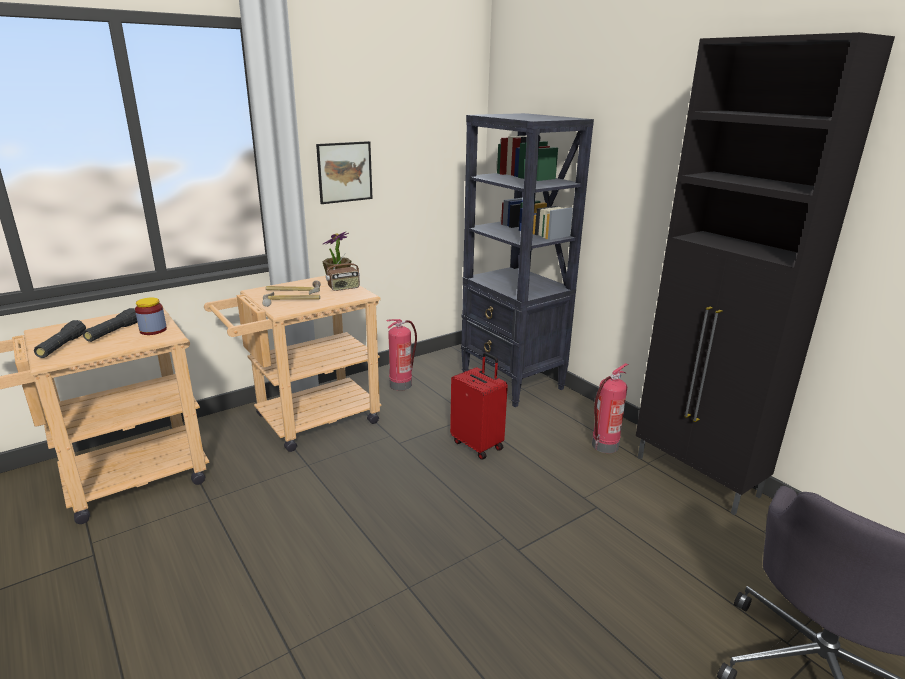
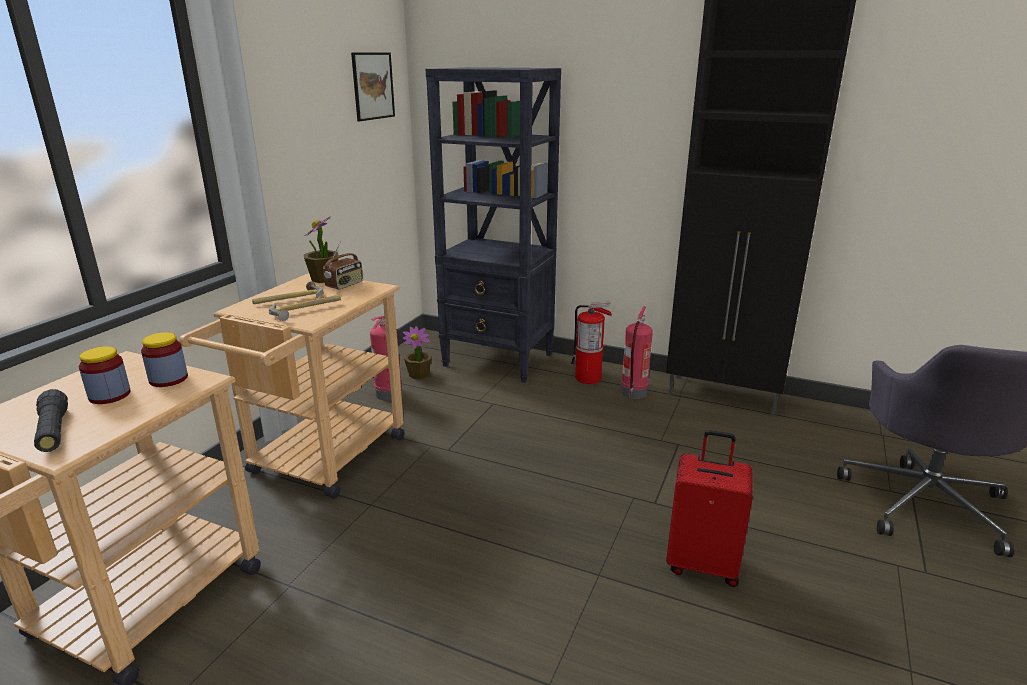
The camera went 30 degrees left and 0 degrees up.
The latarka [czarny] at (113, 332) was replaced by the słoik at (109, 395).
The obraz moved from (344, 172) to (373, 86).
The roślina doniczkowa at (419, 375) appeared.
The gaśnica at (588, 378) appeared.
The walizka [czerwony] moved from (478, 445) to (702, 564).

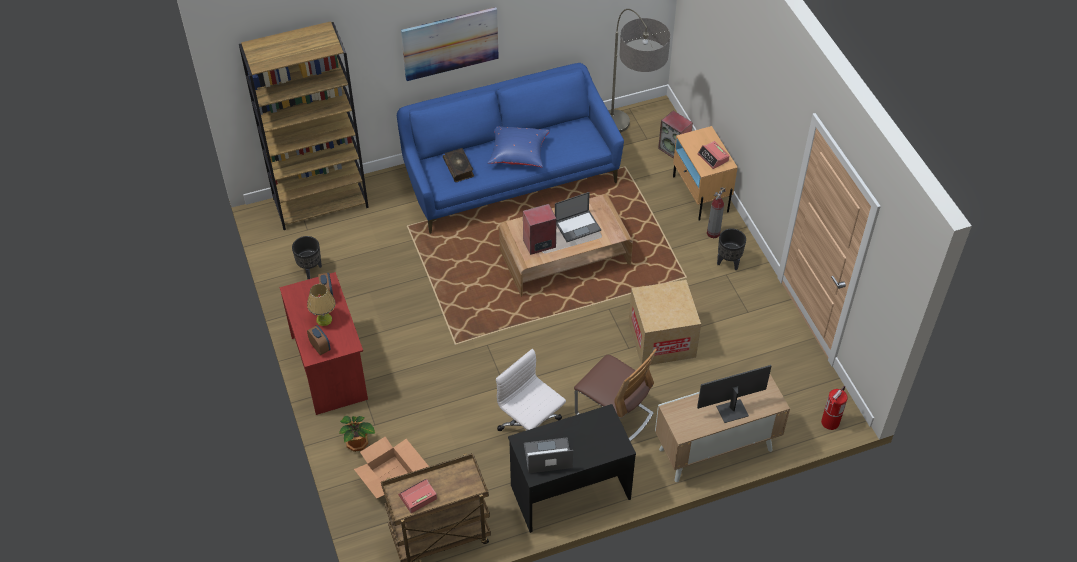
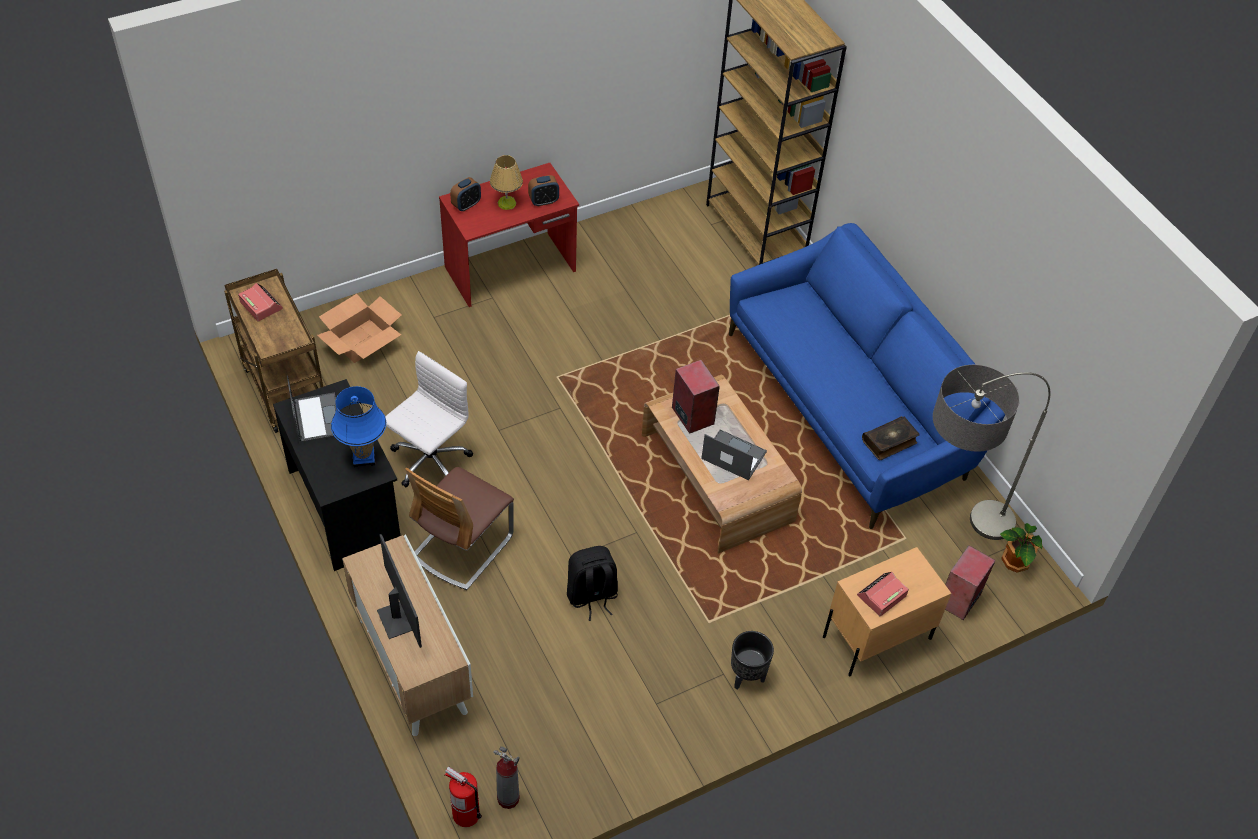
The camera went 80 degrees right and 0 degrees up.
The lampa stołowa [niebieski] at (363, 457) appeared.
The gaśnica moved from (713, 233) to (508, 798).
The karton at (661, 339) was replaced by the plecak [czarny] at (591, 596).
The laptop at (578, 226) turned 150 degrees clockwise.
The książka moved from (459, 168) to (889, 442).
The roślina doniczkowa moved from (357, 443) to (1014, 562).
The donica [czarny] at (310, 270) disappeared.
The obraz at (450, 43) disappeared.
The poduszka [niebieski] at (518, 154) disappeared.

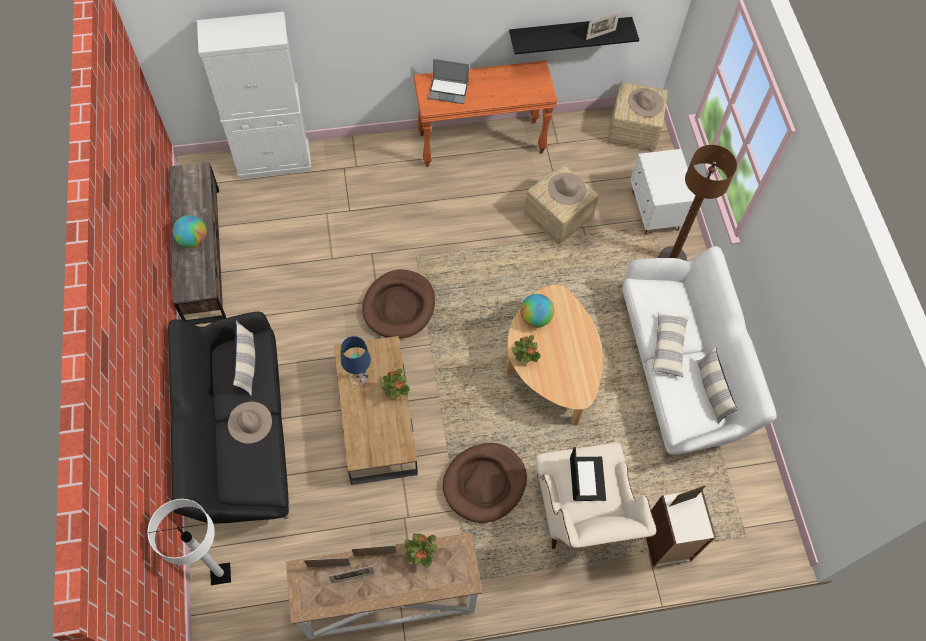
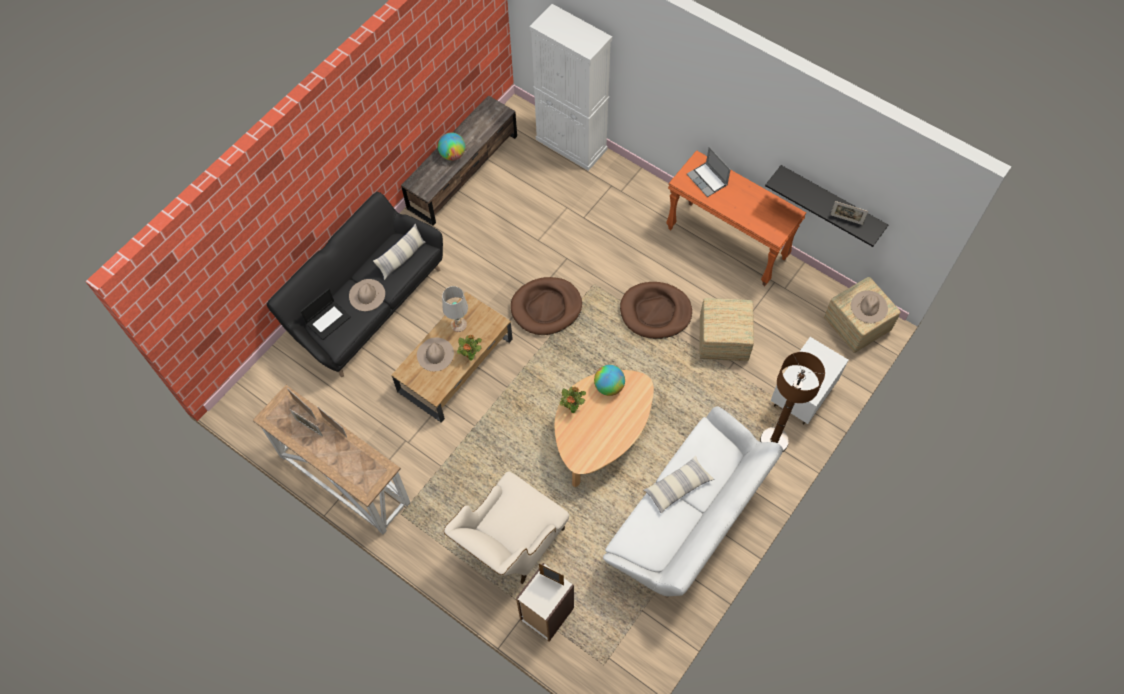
The camera went 50 degrees right and 0 degrees up.
The laptop moved from (586, 478) to (328, 320).
The kapelusz [beżowy] moved from (566, 188) to (435, 354).
The lampa stołowa [niebieski] at (359, 377) became the lampa stołowa [biały] at (458, 325).
The legowisko [brązowy] moved from (484, 483) to (655, 312).
The lampa stojąca [biały] at (220, 574) disappeared.
The roślina doniczkowa at (421, 554) disappeared.
The poduszka at (712, 390) disappeared.

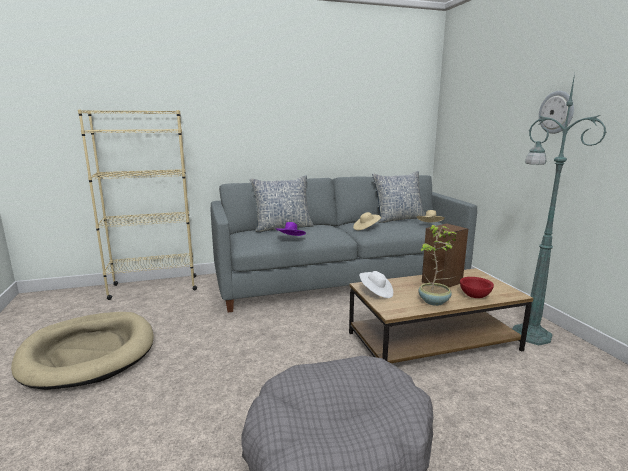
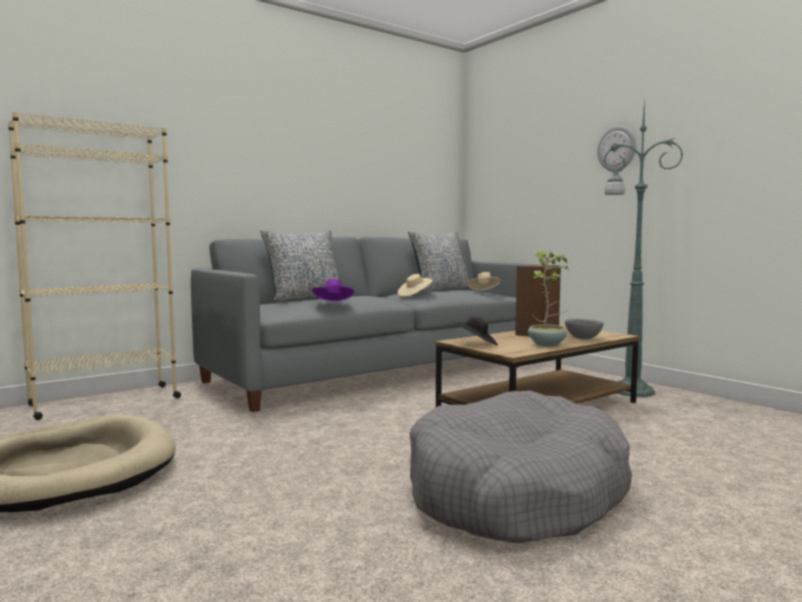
The camera went 20 degrees left and 10 degrees down.
The kapelusz [biały] at (376, 293) became the kapelusz [czarny] at (476, 344).
The miska [czerwony] at (474, 296) became the miska [szary] at (583, 338).

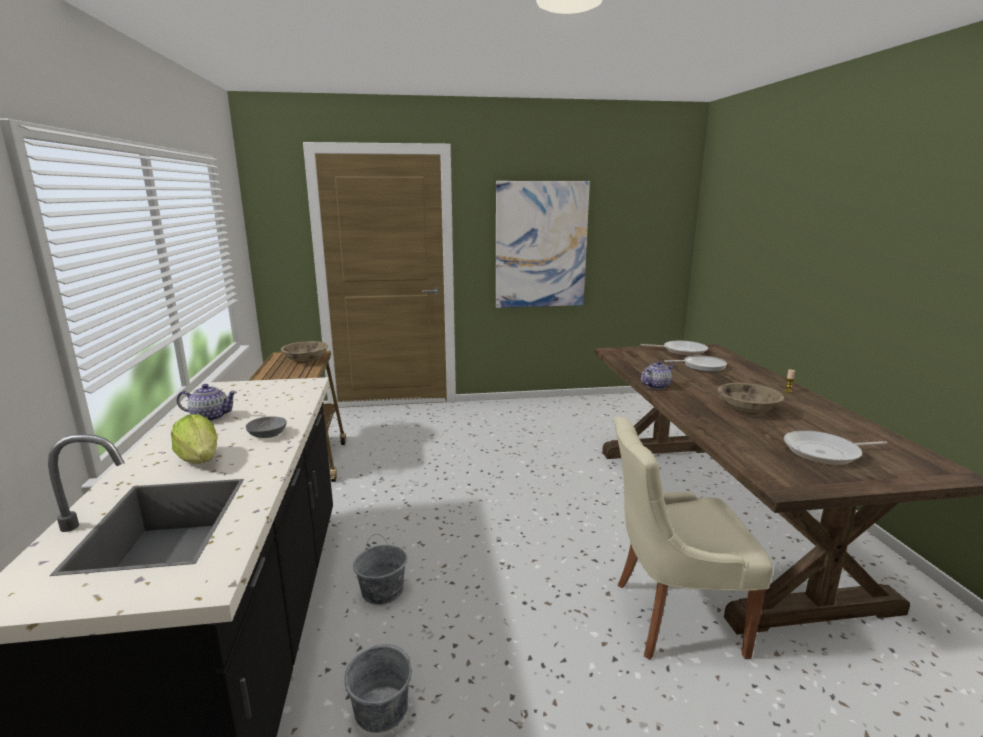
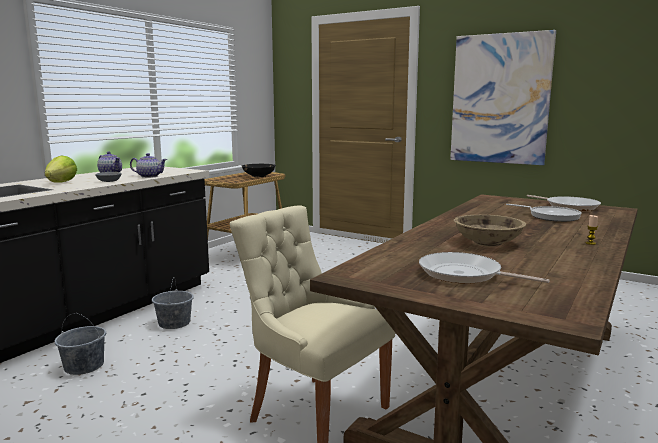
The camera went 40 degrees right and 5 degrees down.
The imbryk moved from (656, 386) to (149, 176).
The miska [beżowy] at (306, 360) became the miska [czarny] at (258, 176).

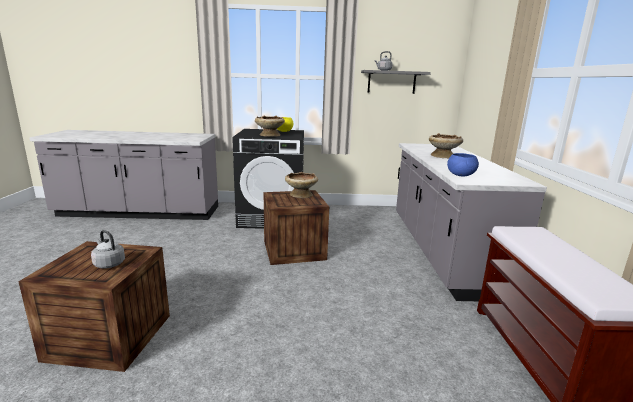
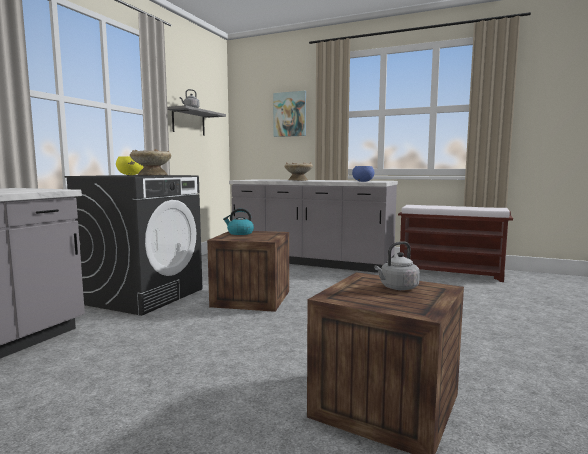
The camera went 65 degrees left and 10 degrees down.
The miska [beżowy] at (301, 194) was replaced by the czajnik at (240, 233).
The obraz at (290, 114) appeared.

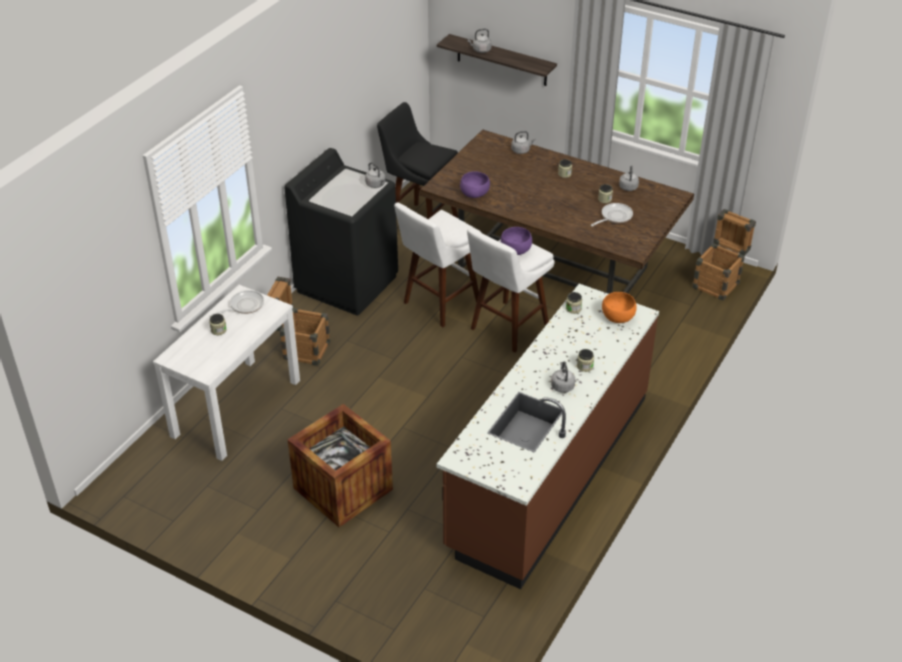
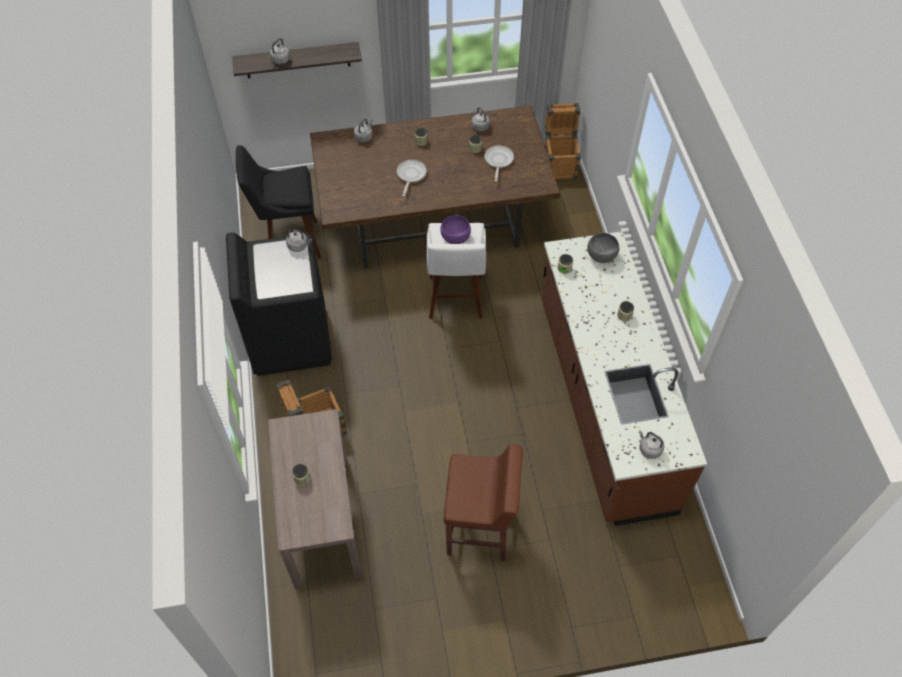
The camera went 40 degrees left and 15 degrees up.
The stolik konsolowy [biały] at (236, 407) became the stolik konsolowy [brązowy] at (321, 520).
The patelnia moved from (244, 306) to (410, 175).
The skrzynka at (343, 488) was replaced by the stołek [brązowy] at (480, 529).
The miska [pomarańczowy] at (618, 317) became the miska [szary] at (601, 255).
The czajnik [szary] moved from (562, 385) to (649, 449).
The stołek [biały] at (438, 304) disappeared.
The miska [fioletowy] at (474, 194) disappeared.

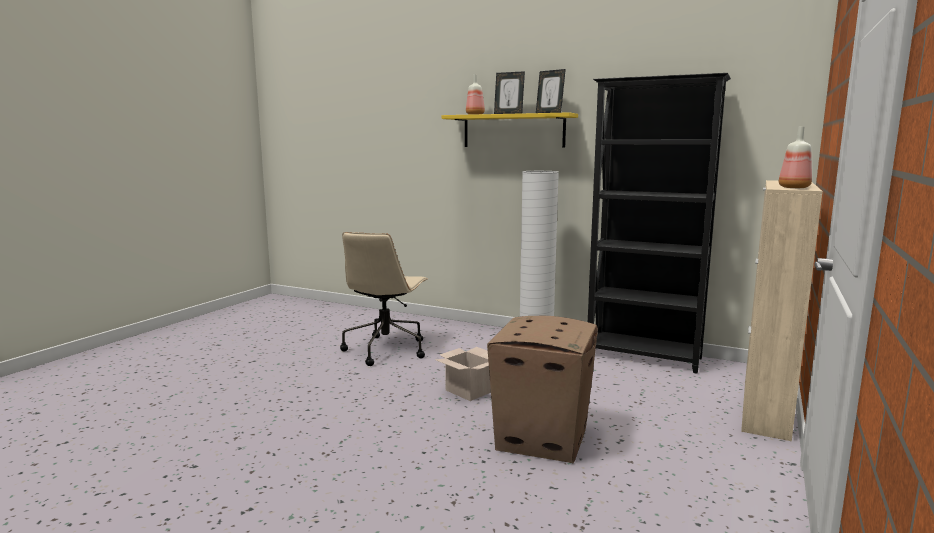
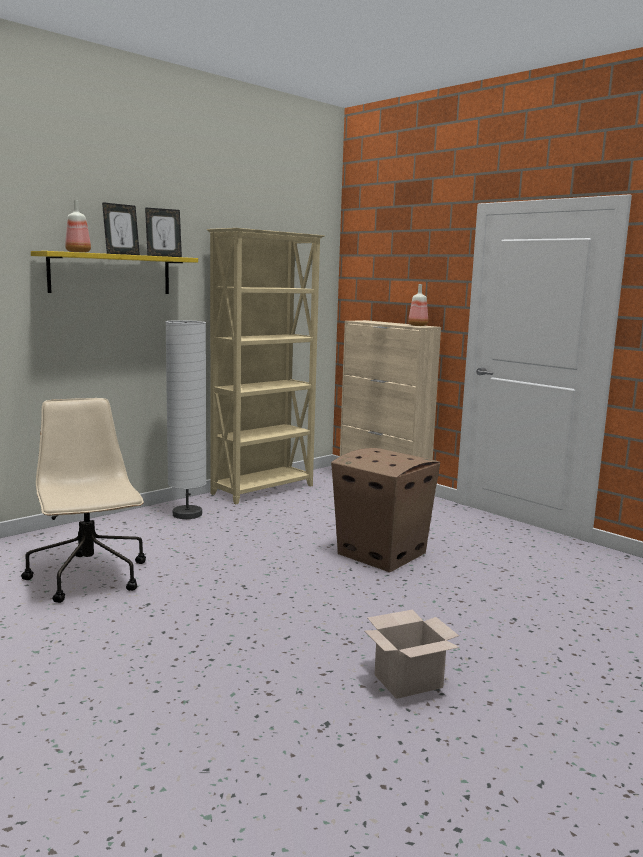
The camera went 70 degrees left and 0 degrees up.
The krzesło biurowe [beżowy] at (386, 349) turned 150 degrees counterclockwise.
The regał [czarny] at (644, 357) became the regał [beżowy] at (264, 490).
The karton moved from (469, 391) to (409, 680).

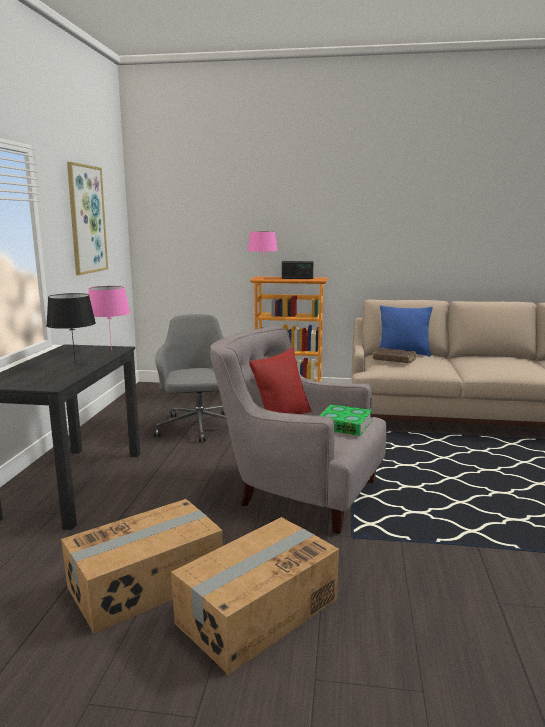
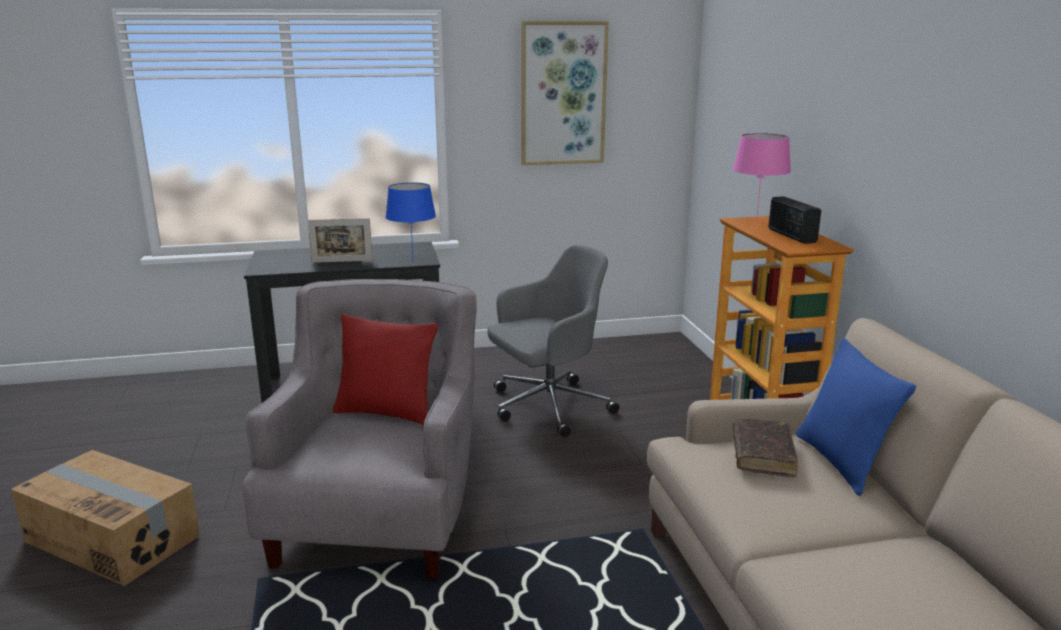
The camera went 70 degrees right and 5 degrees up.
The lampa stołowa [czarny] at (75, 365) was replaced by the ramka na zdjęcie at (342, 261).
The lampa stołowa [różowy] at (111, 350) became the lampa stołowa [niebieski] at (413, 260).
The karton at (147, 583) disappeared.
The książka at (344, 425) disappeared.

